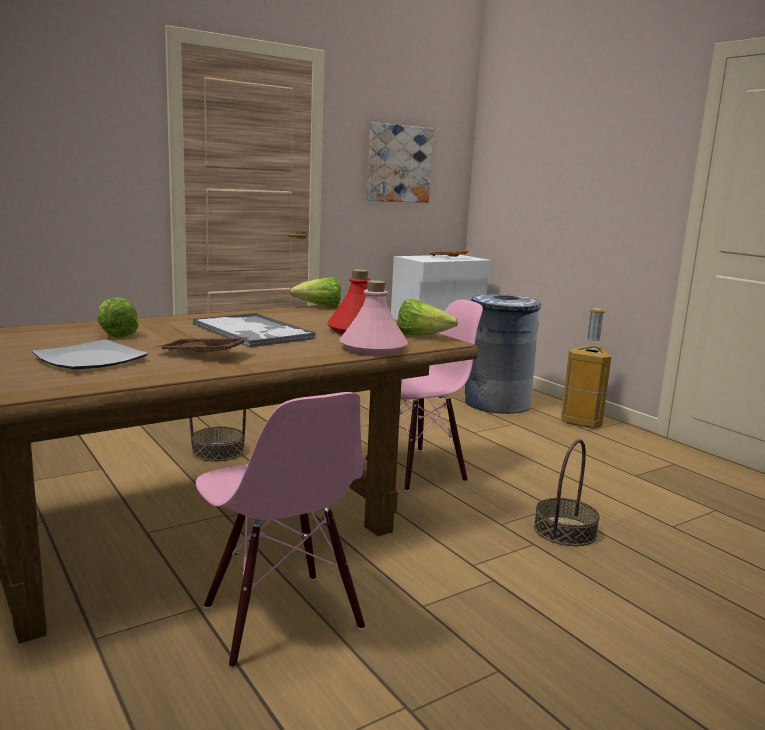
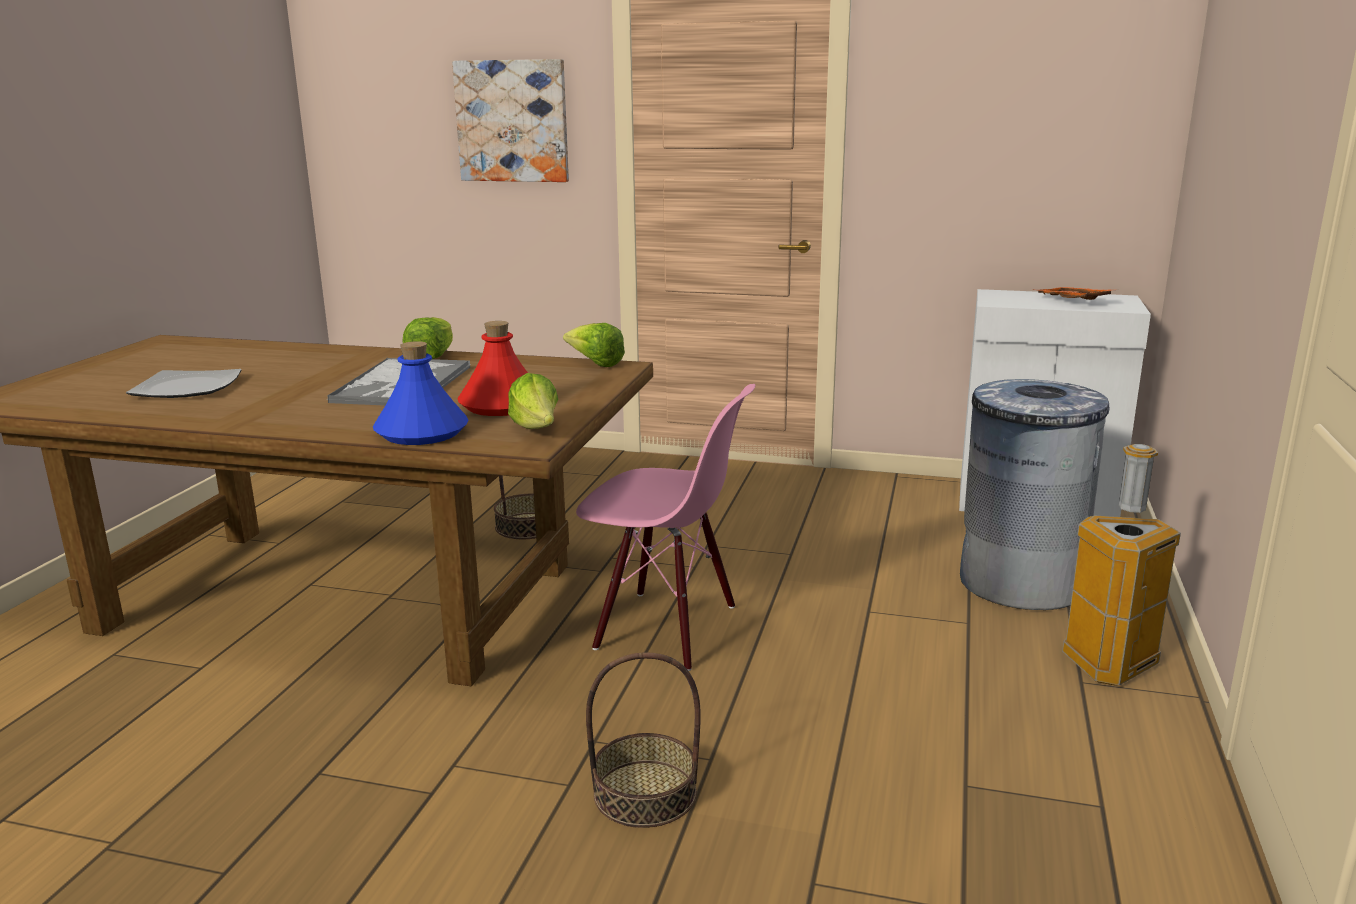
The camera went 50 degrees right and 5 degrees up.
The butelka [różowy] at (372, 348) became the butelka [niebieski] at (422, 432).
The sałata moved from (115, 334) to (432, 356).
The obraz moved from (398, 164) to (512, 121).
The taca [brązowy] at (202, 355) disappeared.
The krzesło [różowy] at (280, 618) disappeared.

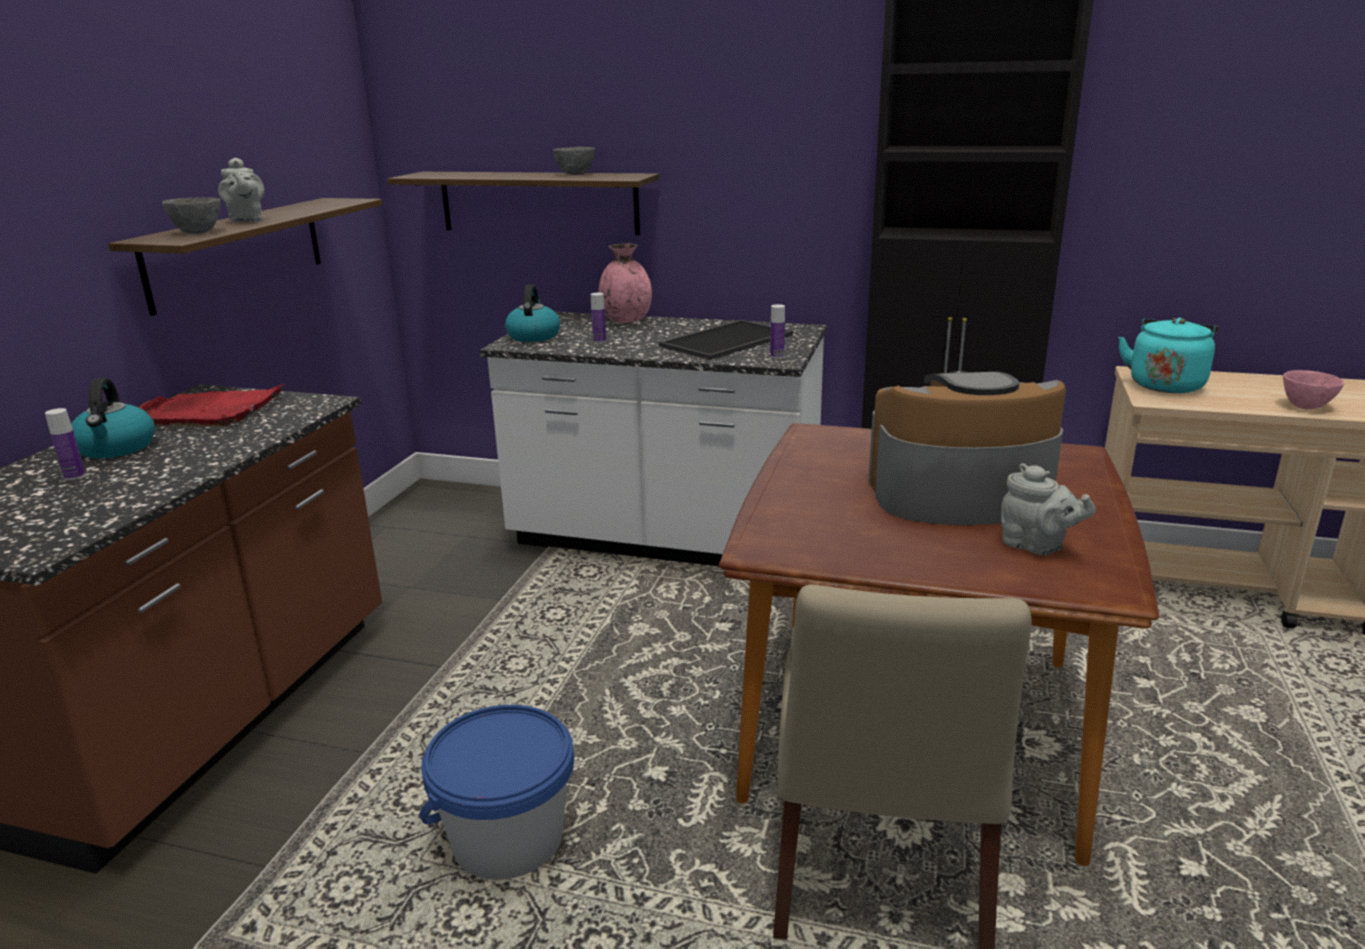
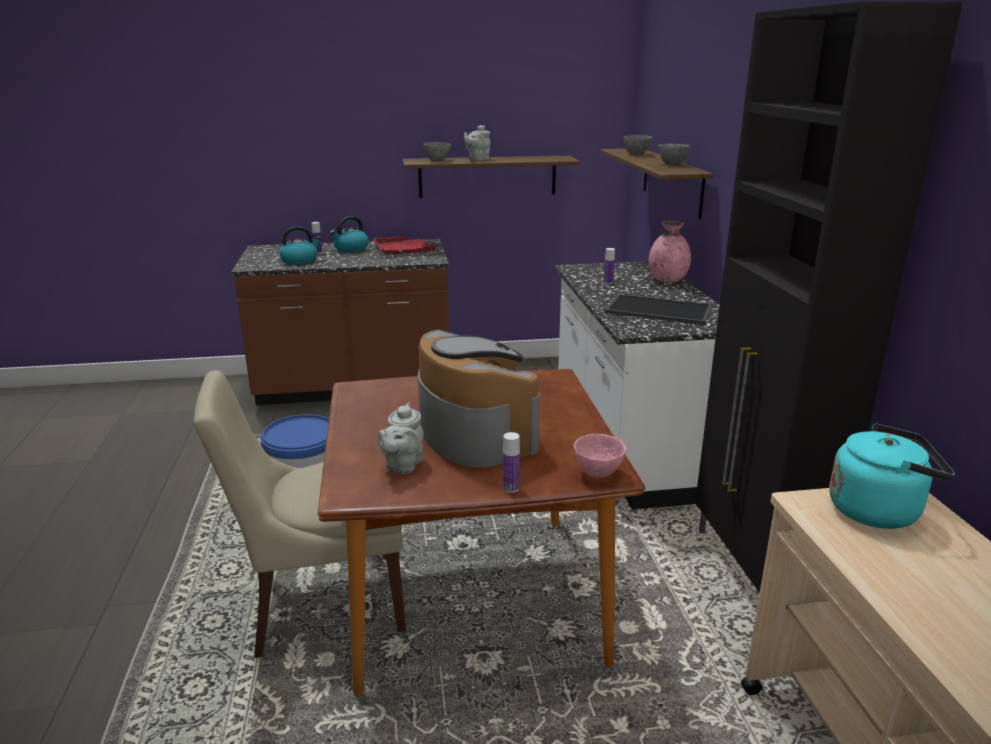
The camera went 65 degrees right and 0 degrees up.
The czajnik moved from (533, 336) to (300, 260).
The butelka moved from (777, 356) to (511, 488).
The miska [różowy] moved from (1305, 406) to (599, 473).
The miska [szary] at (637, 154) appeared.

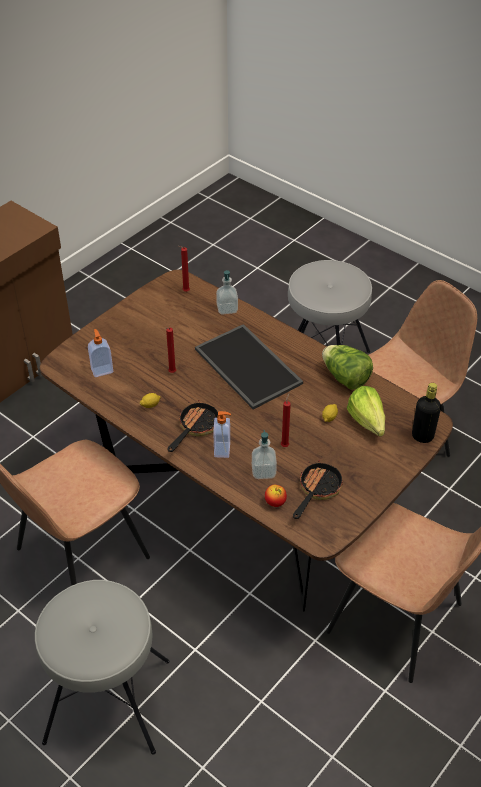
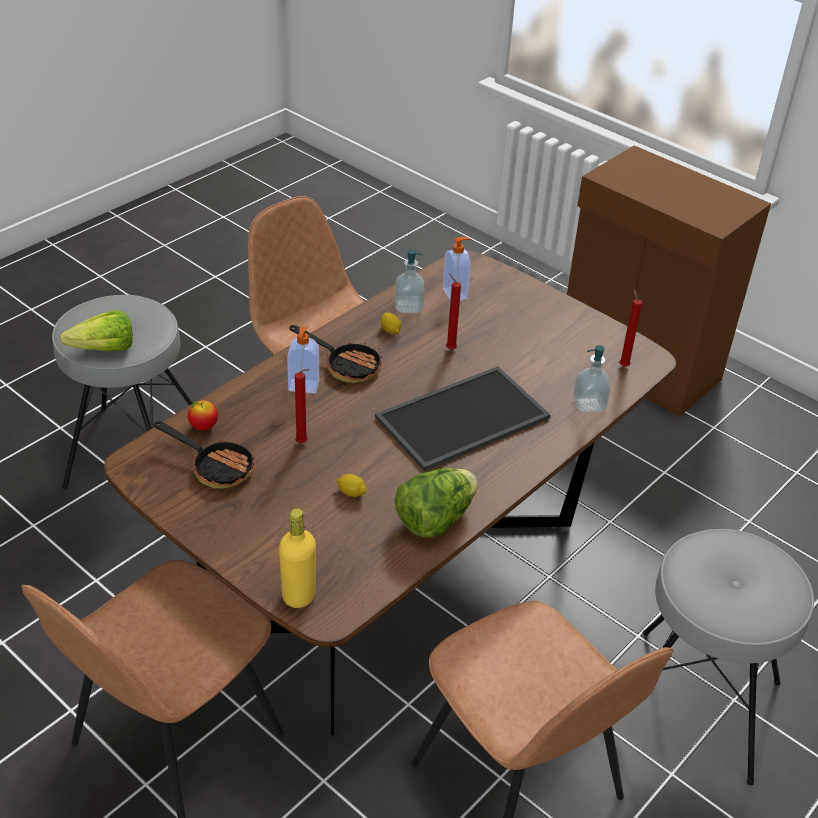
The camera went 90 degrees right and 5 degrees down.
The sałata moved from (368, 425) to (99, 350).
The butelka [czarny] at (422, 436) became the butelka [żółty] at (299, 596).
The dozownik mydła moved from (263, 471) to (408, 307).

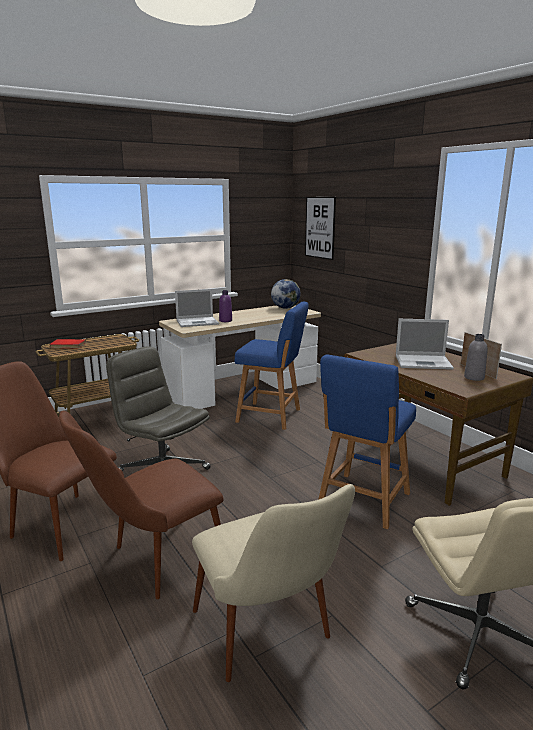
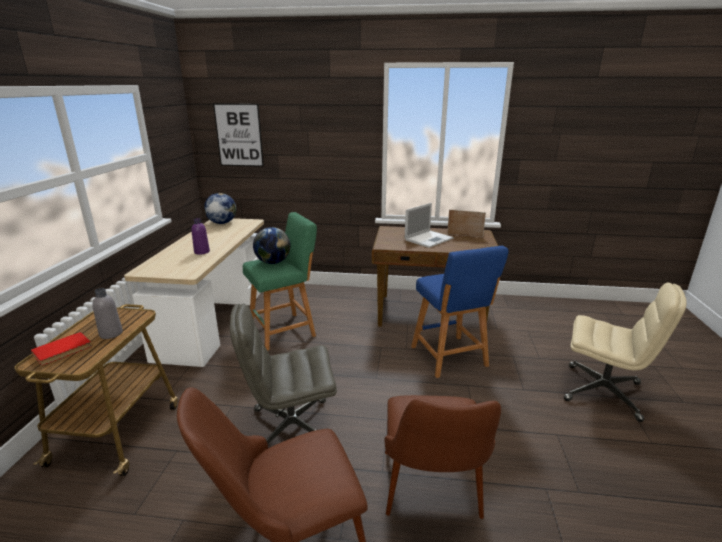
The camera went 50 degrees left and 5 degrees up.
The butelka [szary] moved from (474, 377) to (111, 334).
The stołek [niebieski] at (272, 416) became the stołek [zielony] at (285, 330).
The globus at (273, 262) appeared.
The laptop at (198, 322) disappeared.
The krzesło [beżowy] at (270, 641) disappeared.

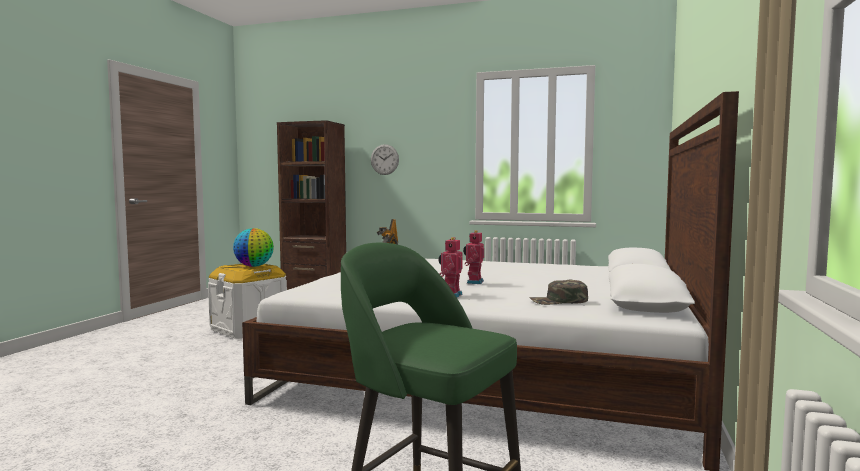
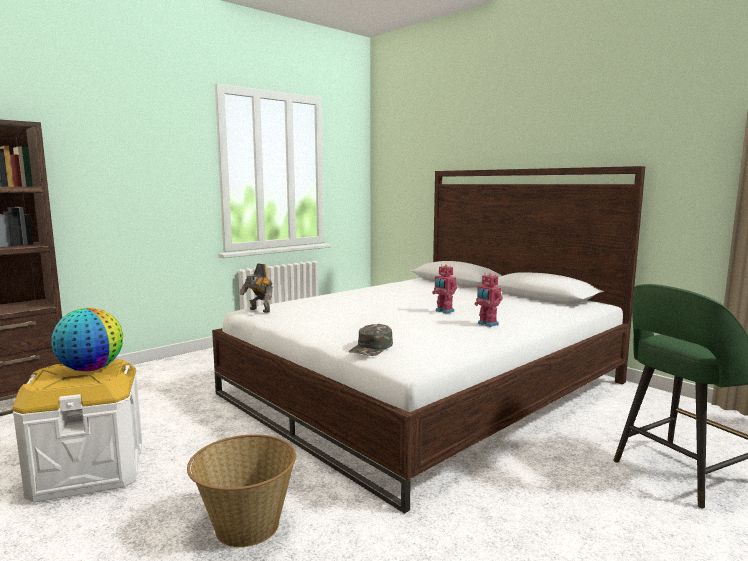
The camera went 60 degrees left and 5 degrees up.
The koszyk at (246, 526) appeared.
The czapka z daszkiem [zielony] moved from (558, 301) to (372, 348).
The zegar ścienny at (384, 159) disappeared.

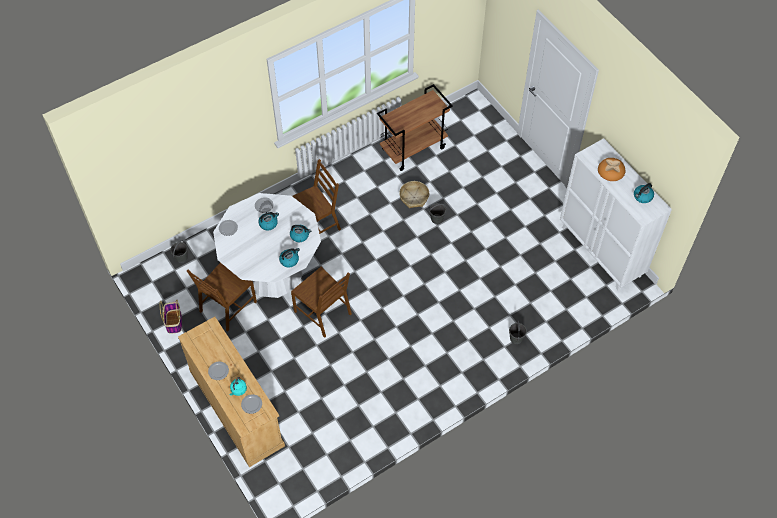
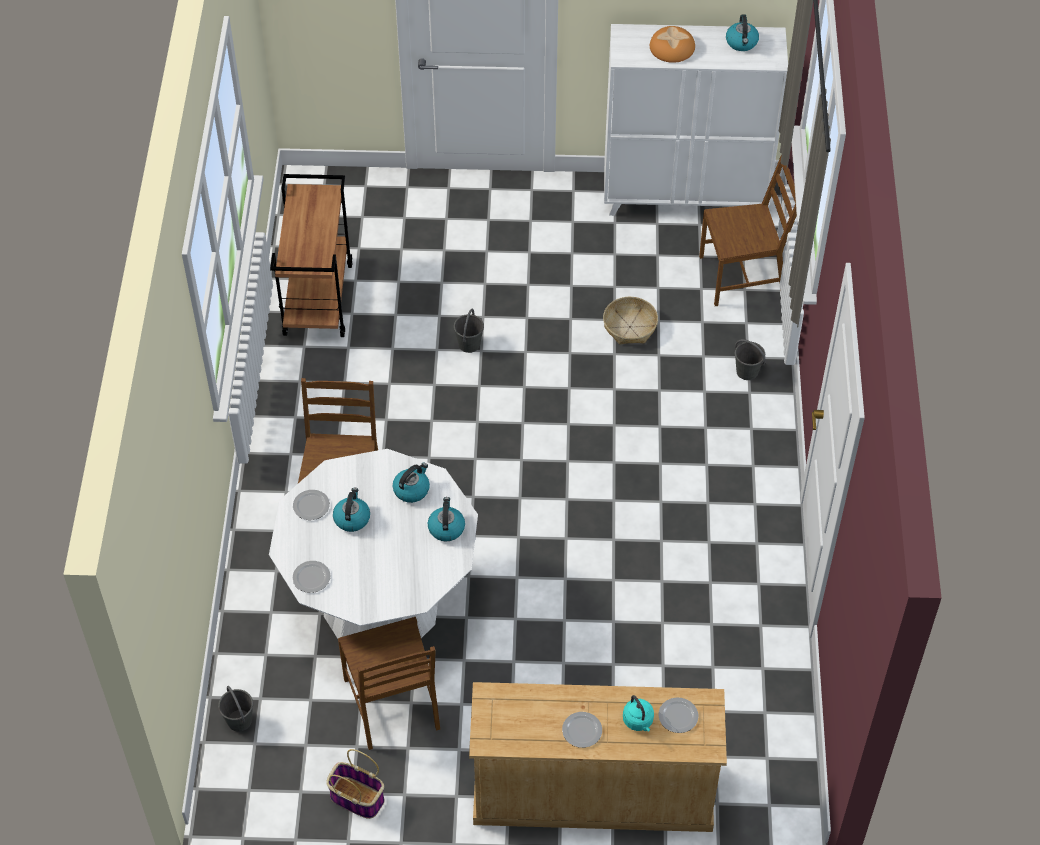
The camera went 55 degrees left and 5 degrees down.
The koszyk moved from (414, 197) to (630, 327).
The krzesło [brązowy] moved from (323, 312) to (742, 275).

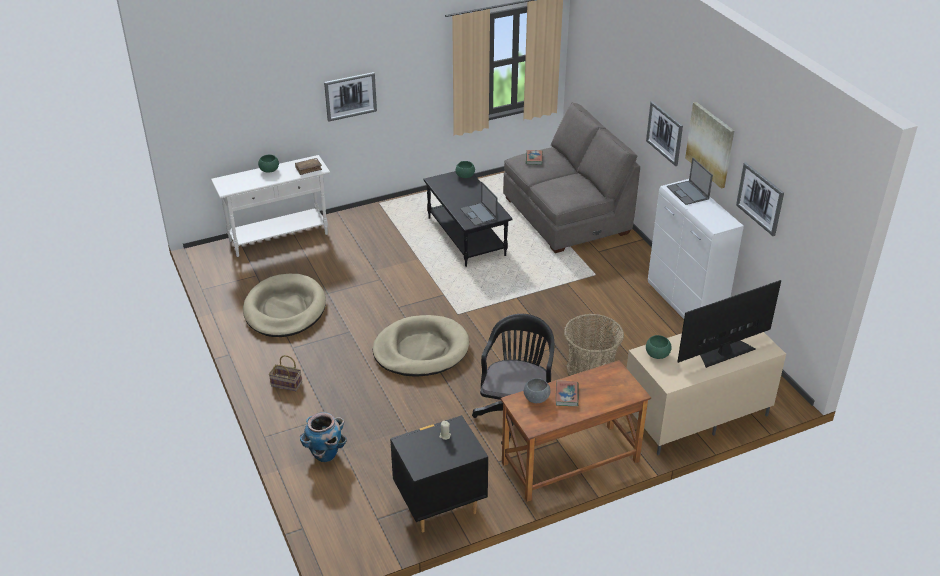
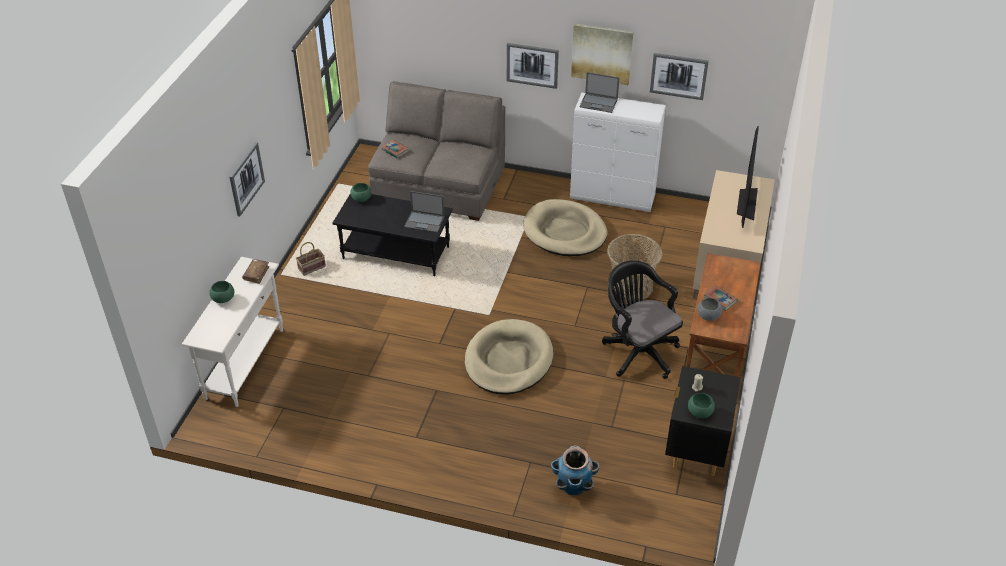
The camera went 50 degrees left and 5 degrees up.
The koszyk moved from (285, 384) to (311, 268).
The legowisko [beżowy] moved from (285, 309) to (565, 232).
The miska [zielony] moved from (657, 354) to (700, 412).

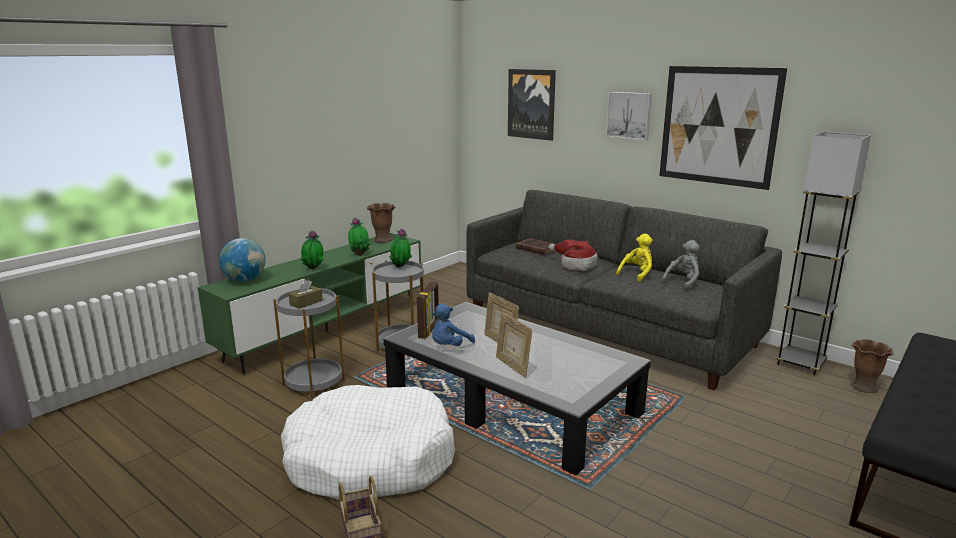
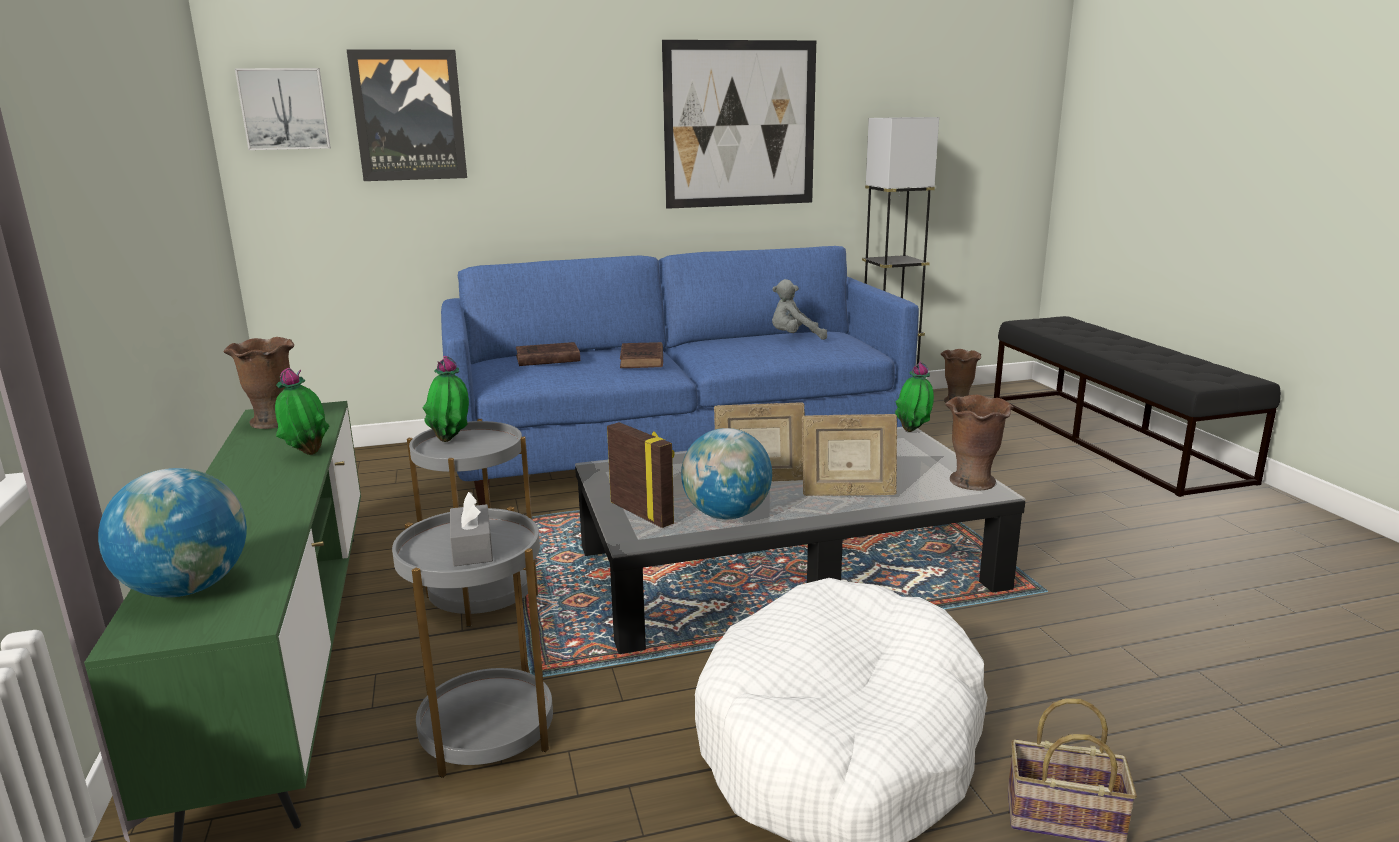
The camera went 55 degrees left and 0 degrees up.
The obraz moved from (629, 115) to (284, 109).
The kanapa [szary] at (607, 328) became the kanapa [niebieski] at (677, 448).
The pudełko chusteczek [brązowy] at (306, 303) became the pudełko chusteczek [szary] at (472, 548).
The kapelusz at (575, 265) was replaced by the książka [brązowy] at (642, 360).
The pluszak [niebieski] at (449, 346) was replaced by the globus at (726, 515).
The pluszak [szary] at (683, 282) turned 90 degrees counterclockwise.
The roślina doniczkowa moved from (313, 269) to (913, 431).
The wazon [brązowy] at (972, 482) appeared.
The pluszak [żółty] at (637, 274) disappeared.

